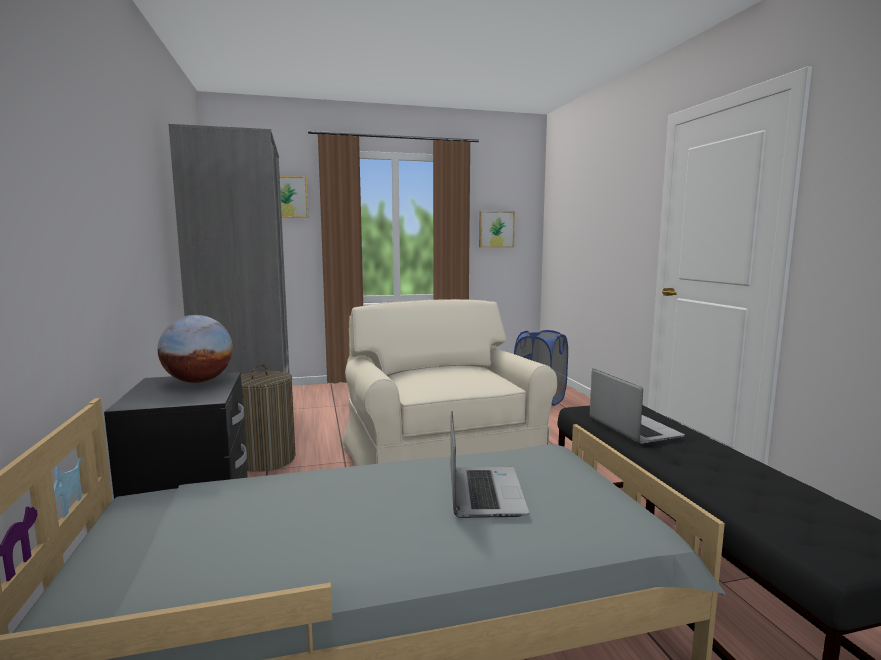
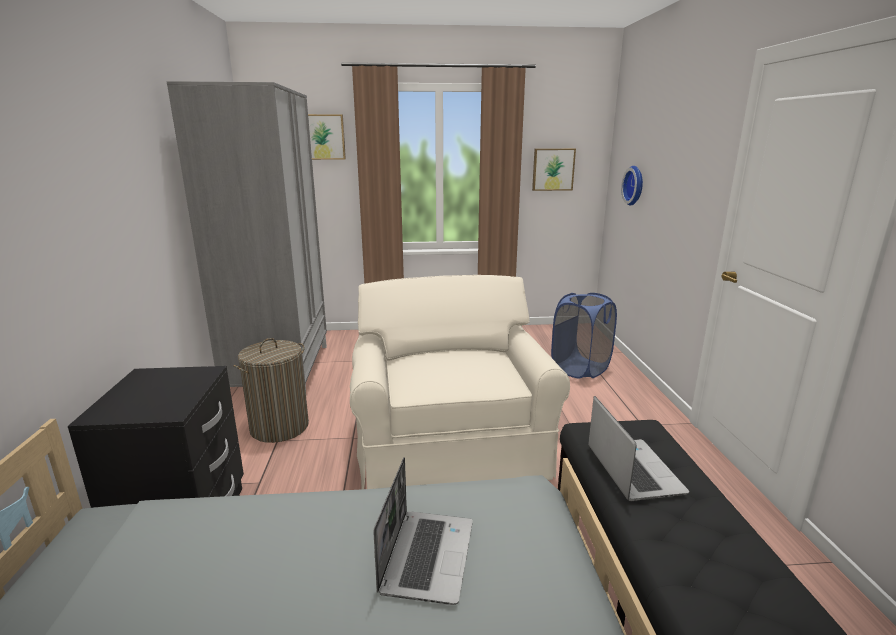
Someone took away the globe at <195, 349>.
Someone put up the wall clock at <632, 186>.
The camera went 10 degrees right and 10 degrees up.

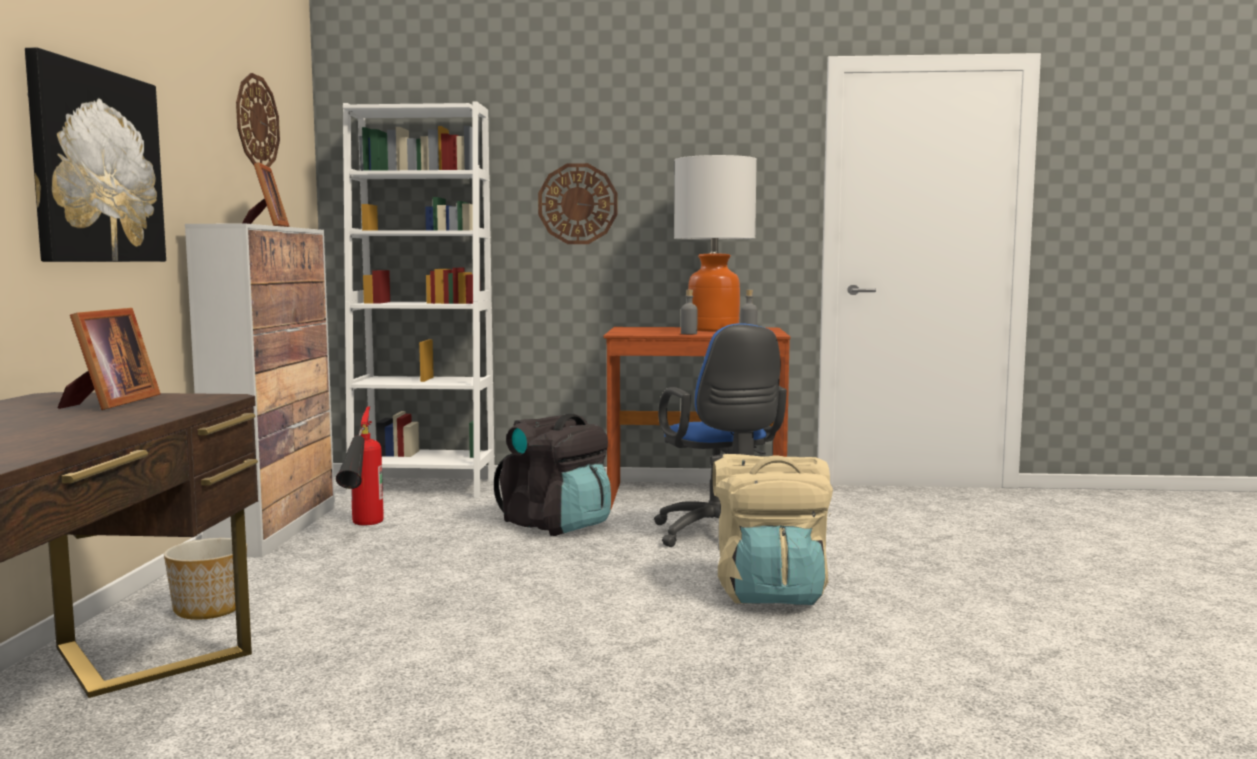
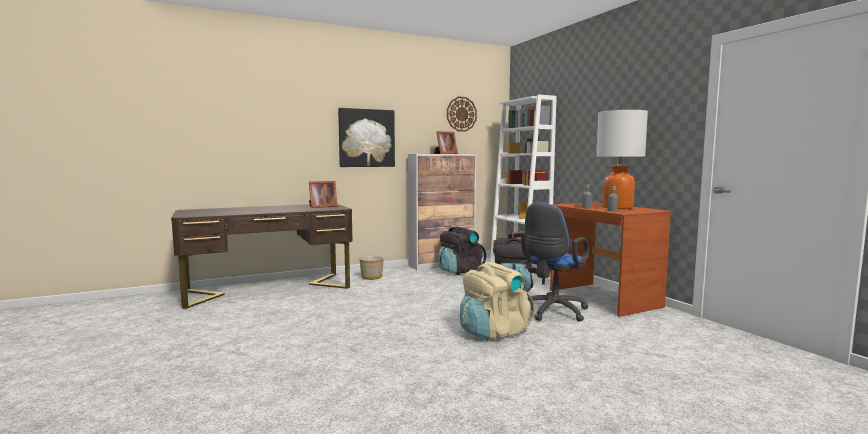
Someone took away the wall clock at <577, 203>.
Someone swapped the fire extinguisher at <360, 465> for the backpack (black) at <462, 250>.
The camera went 60 degrees right and 0 degrees up.

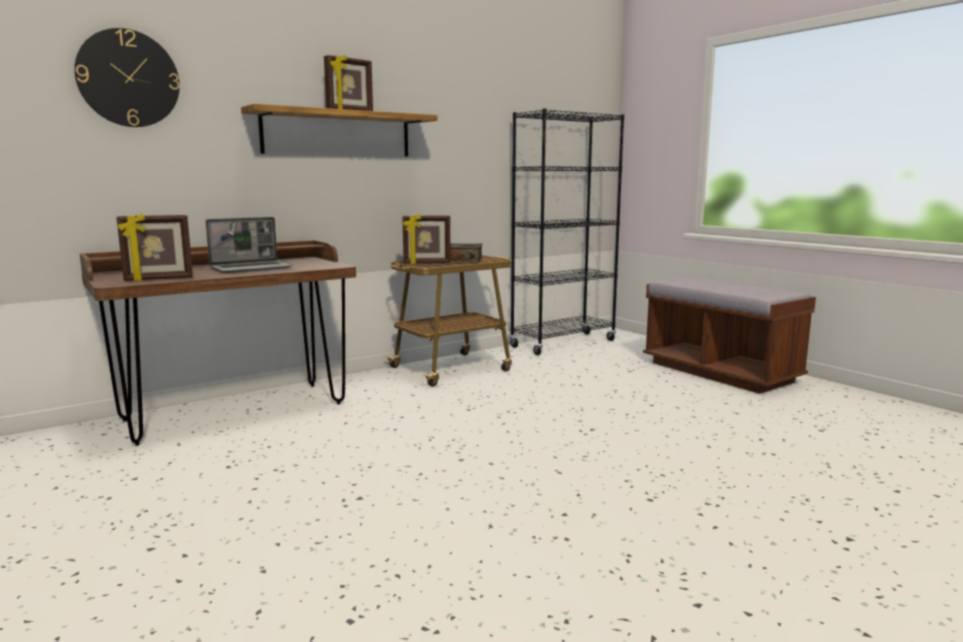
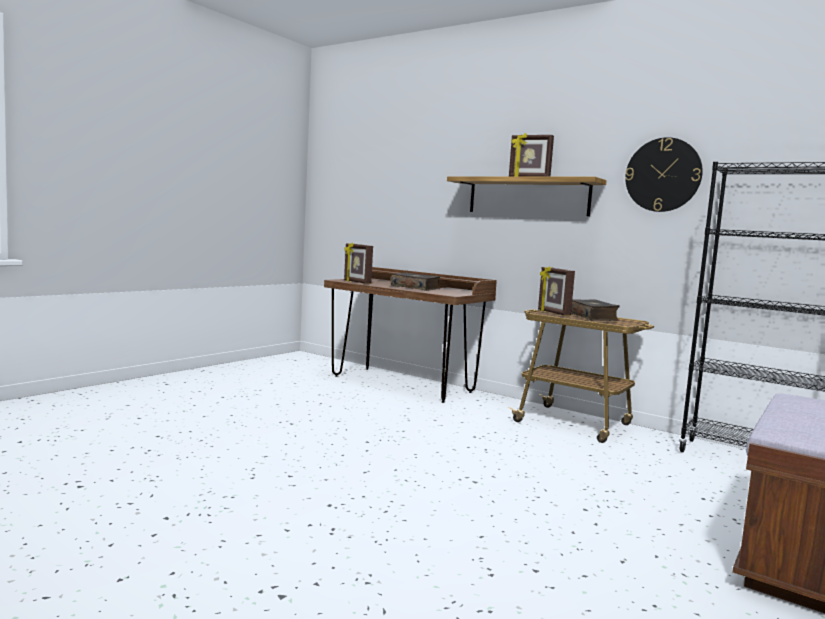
Someone carried the wall clock from <127, 77> to <664, 174>.
Someone swapped the laptop at <249, 245> for the book at <415, 282>.
The camera went 70 degrees right and 5 degrees down.

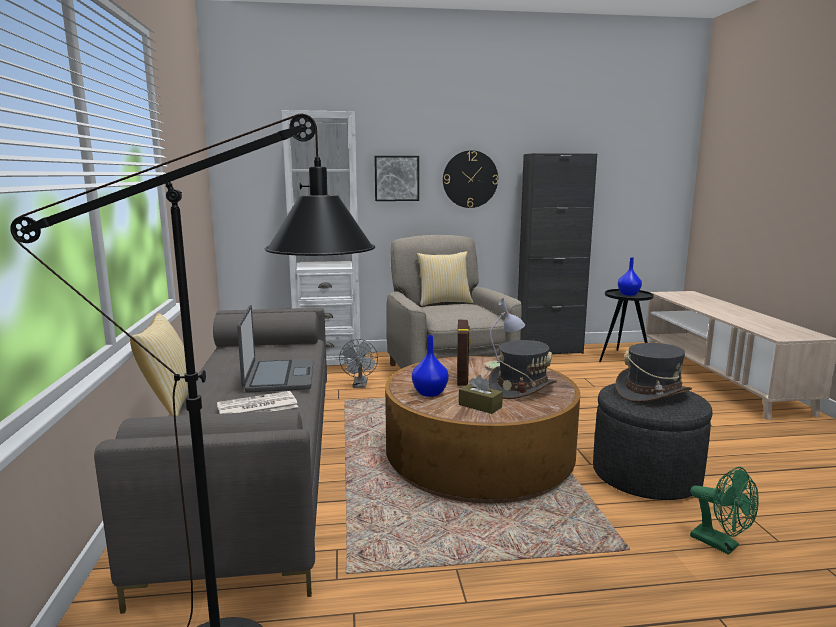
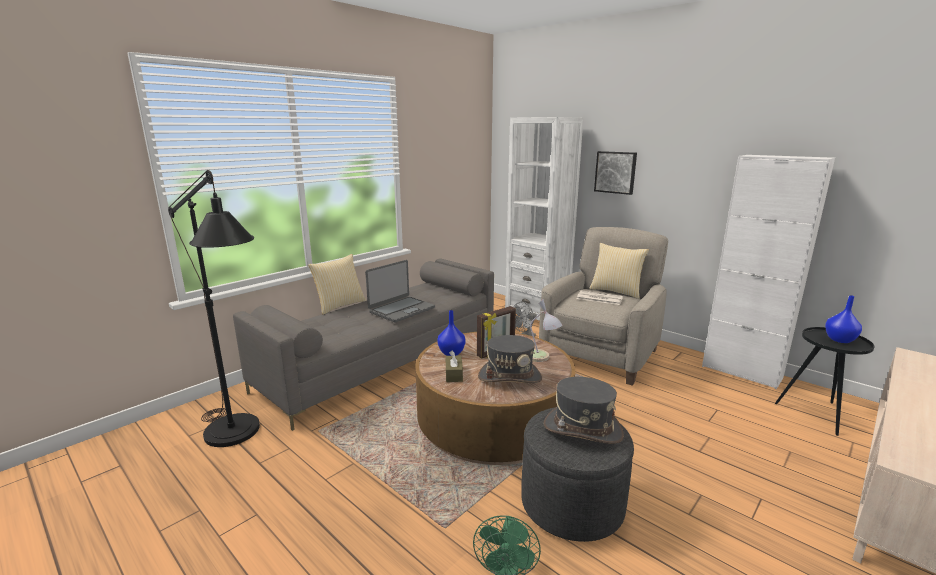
Someone took away the wall clock at <470, 179>.
Someone repainted the cabinet (black) at <557, 253>, which became the cabinet (white) at <768, 272>.
Someone carried the newspaper from <257, 402> to <600, 297>.
The camera went 50 degrees right and 5 degrees up.

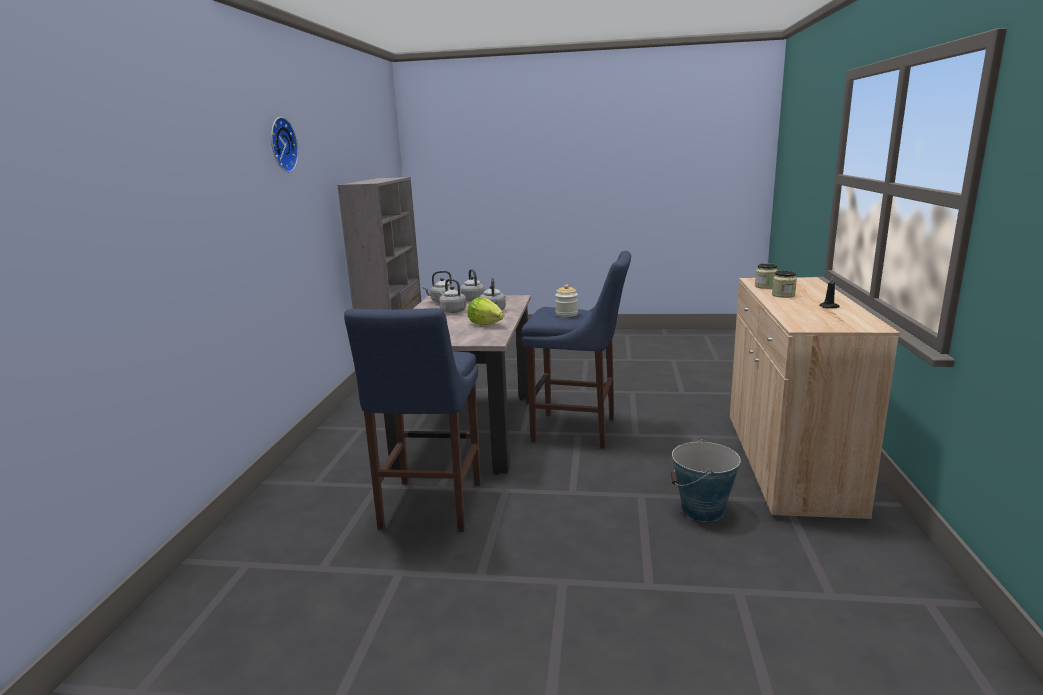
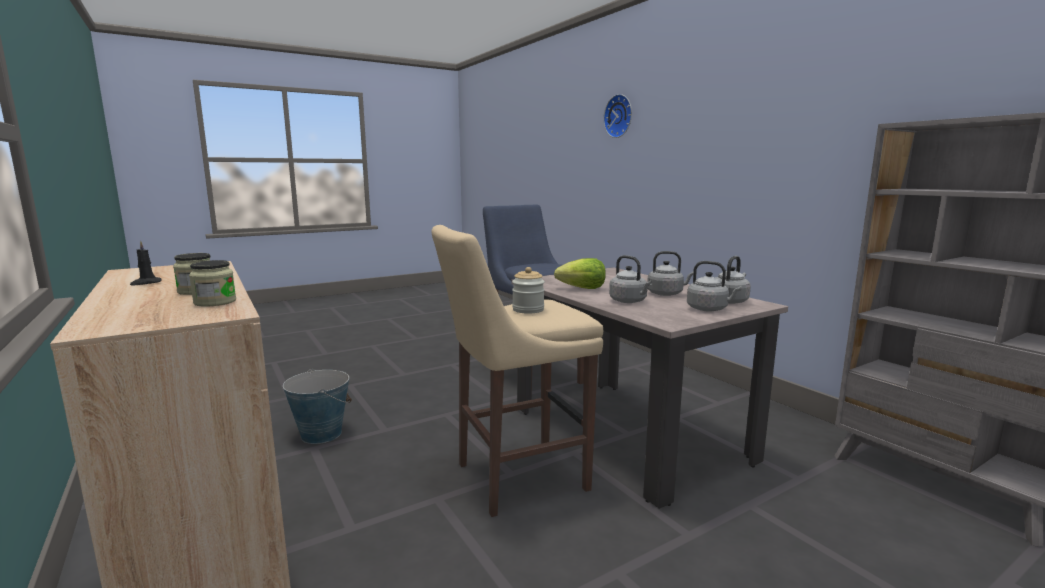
Someone carried the wall clock from <284, 144> to <617, 116>.
Someone repainted the stool (blue) at <576, 349>, which became the stool (beige) at <517, 371>.
The camera went 140 degrees right and 5 degrees down.

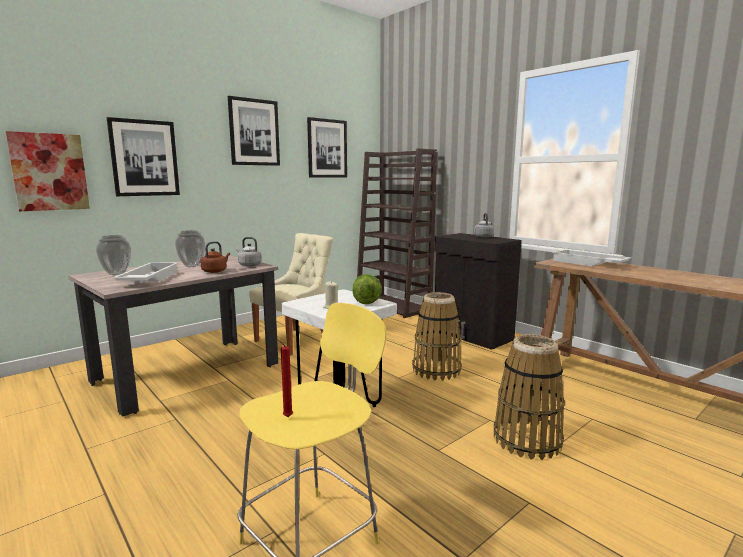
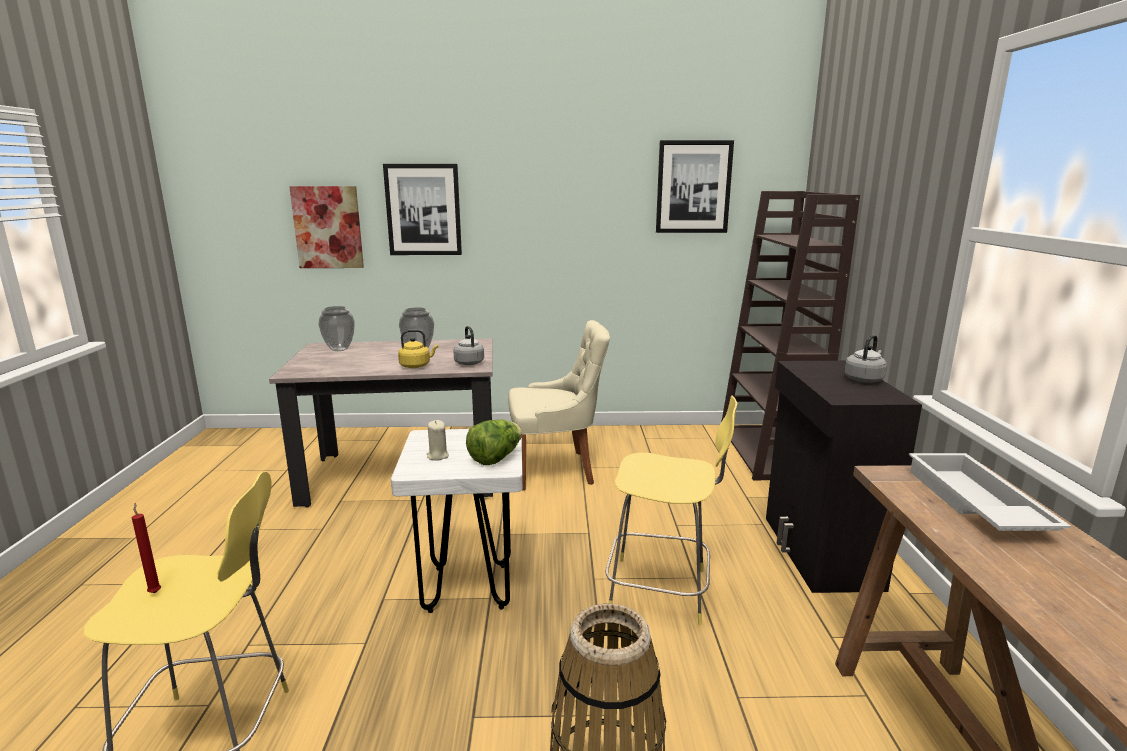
Someone took away the picture at <254, 131>.
Someone repainted the kettle (brown) at <215, 257>, which became the kettle (yellow) at <418, 348>.
Someone took away the tray (white) at <145, 272>.
Someone swapped the basket at <437, 336> for the stool (yellow) at <671, 510>.
The camera went 40 degrees right and 5 degrees up.

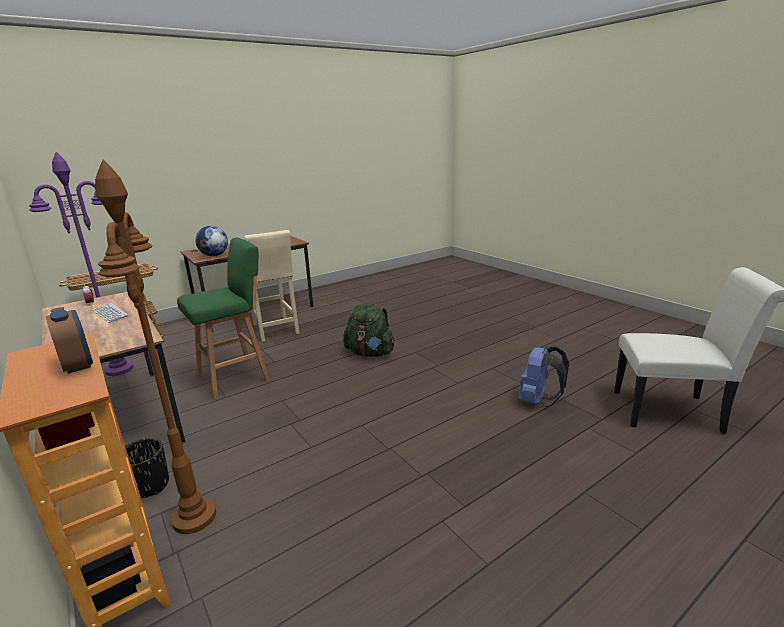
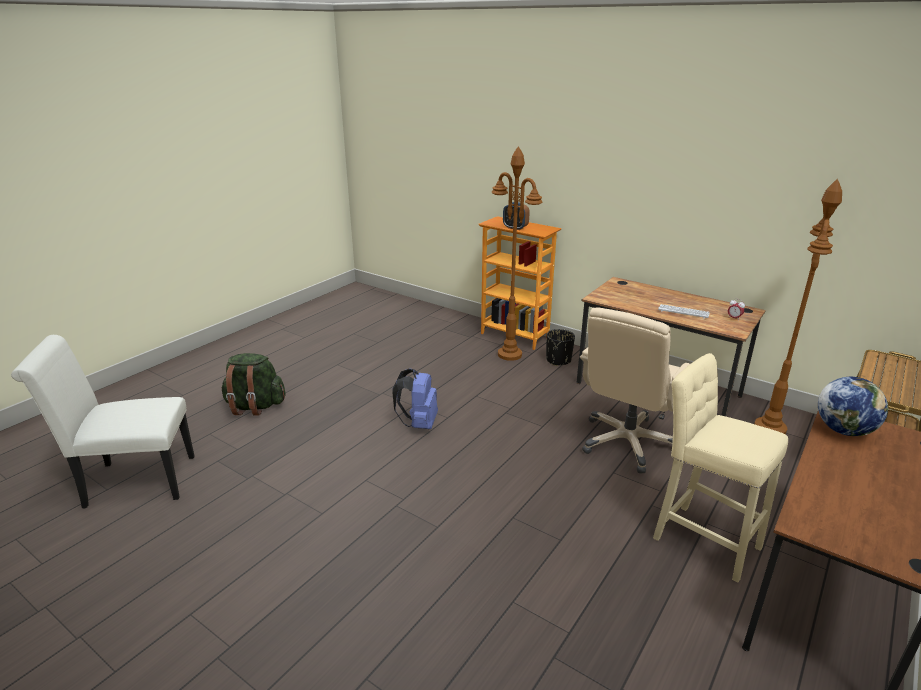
Someone repainted the floor lamp (purple) at <81, 264>, which became the floor lamp (brown) at <798, 306>.
Someone swapped the stool (green) at <223, 318> for the office chair (beige) at <635, 390>.
Someone carried the backpack (green) from <369, 330> to <253, 384>.
Someone carried the backpack (blue) from <543, 376> to <415, 398>.
The camera went 160 degrees right and 5 degrees up.

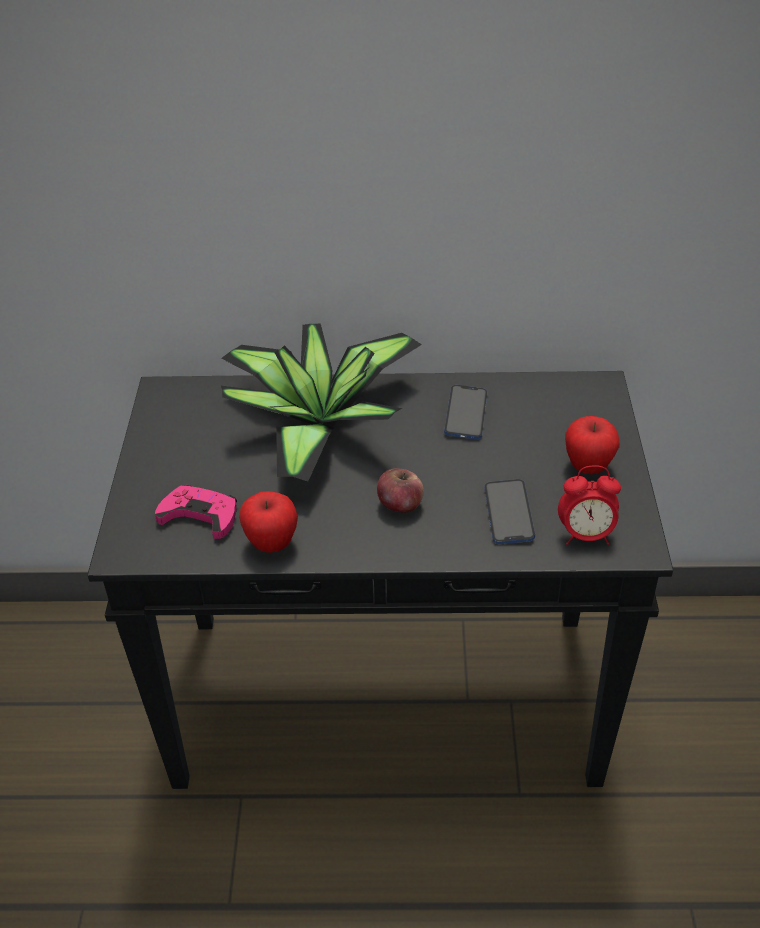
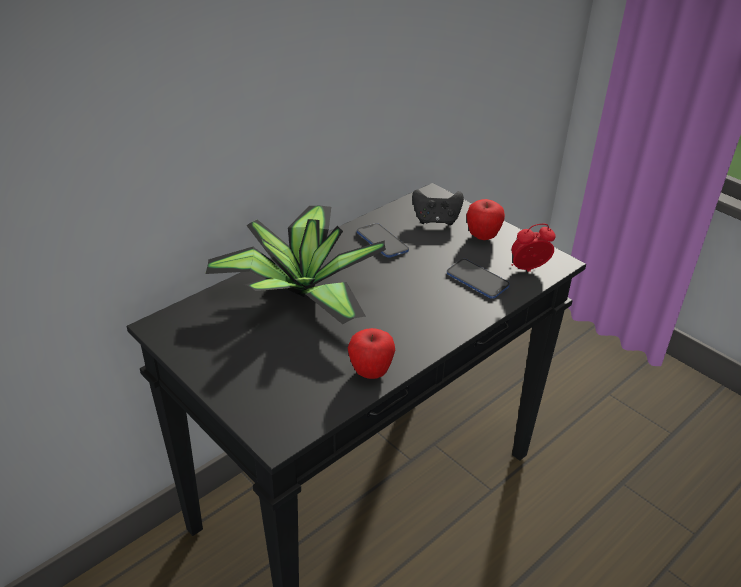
Someone rotated the alarm clock at <589, 505> by 150 degrees counterclockwise.
Someone took away the apple at <400, 490>.
Someone took away the game controller (pink) at <196, 512>.
Someone put down the game controller (black) at <438, 207>.
The camera went 45 degrees left and 5 degrees down.

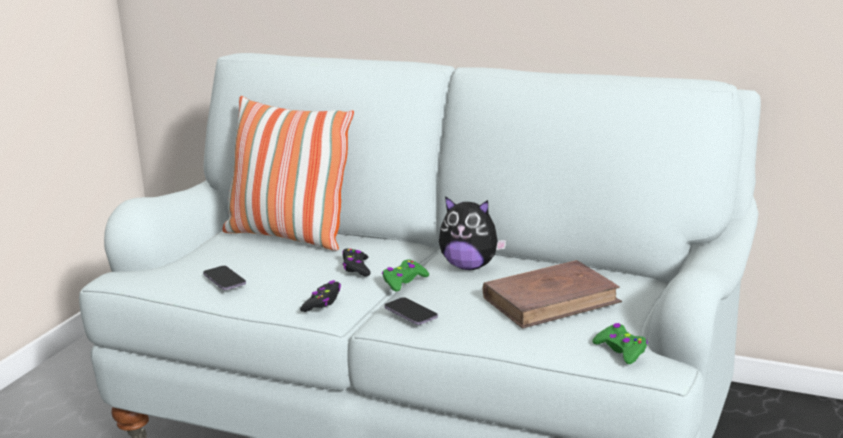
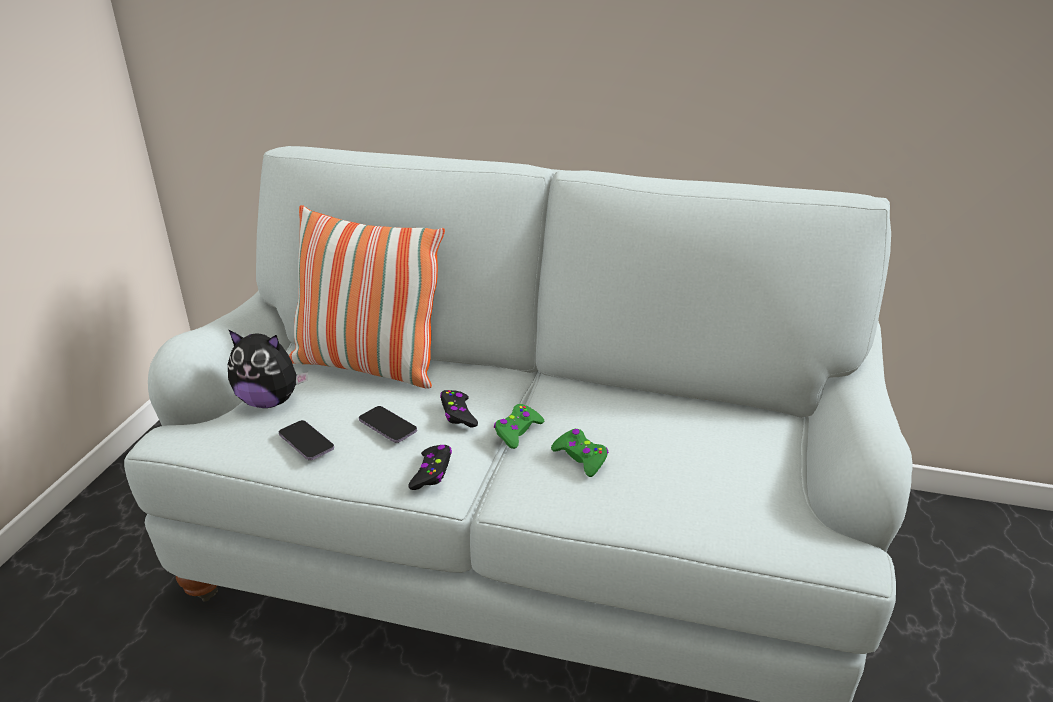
Someone carried the plush toy from <473, 233> to <268, 368>.
Someone took away the book (brown) at <552, 294>.
Someone carried the phone from <411, 311> to <388, 424>.
Someone carried the game controller (green) from <620, 343> to <580, 453>.
The camera went 10 degrees left and 10 degrees up.

